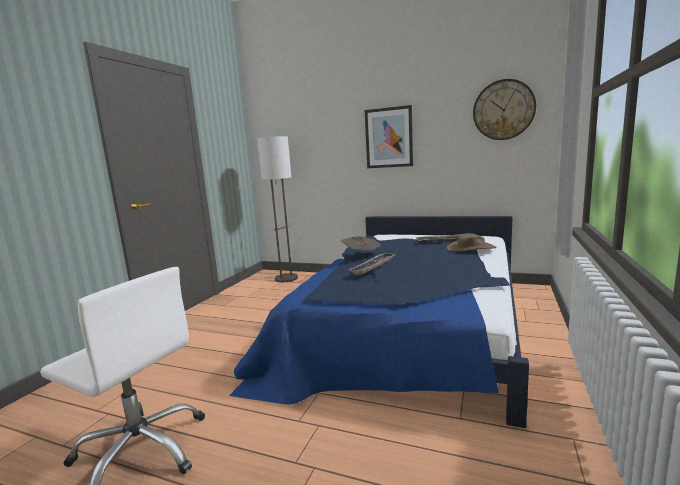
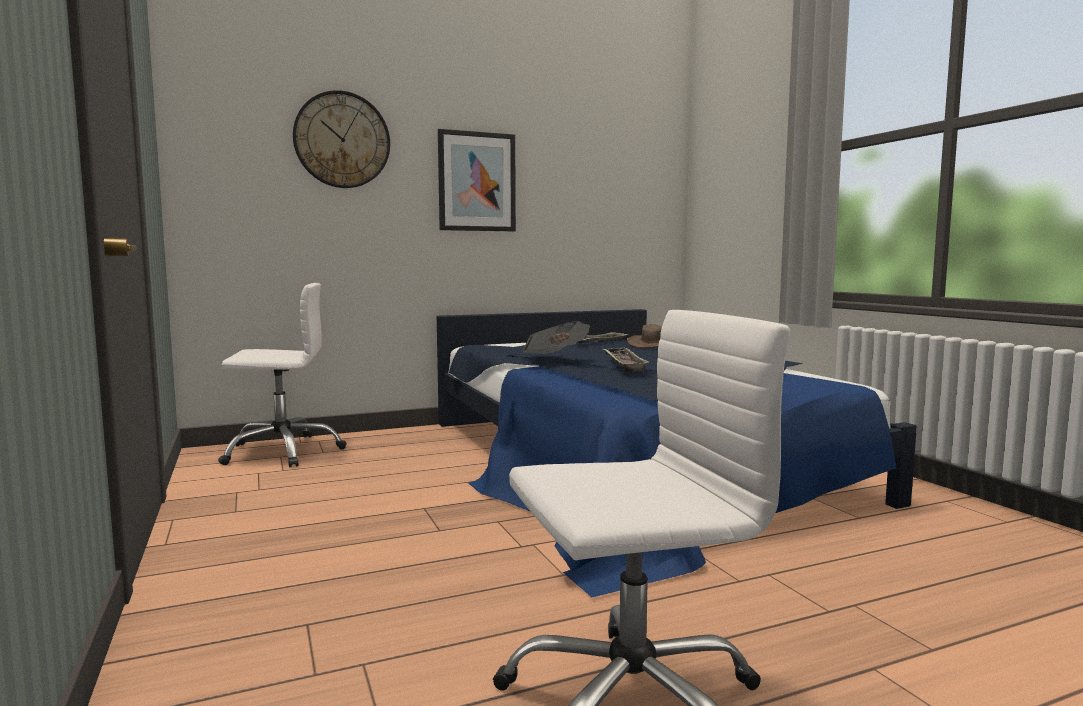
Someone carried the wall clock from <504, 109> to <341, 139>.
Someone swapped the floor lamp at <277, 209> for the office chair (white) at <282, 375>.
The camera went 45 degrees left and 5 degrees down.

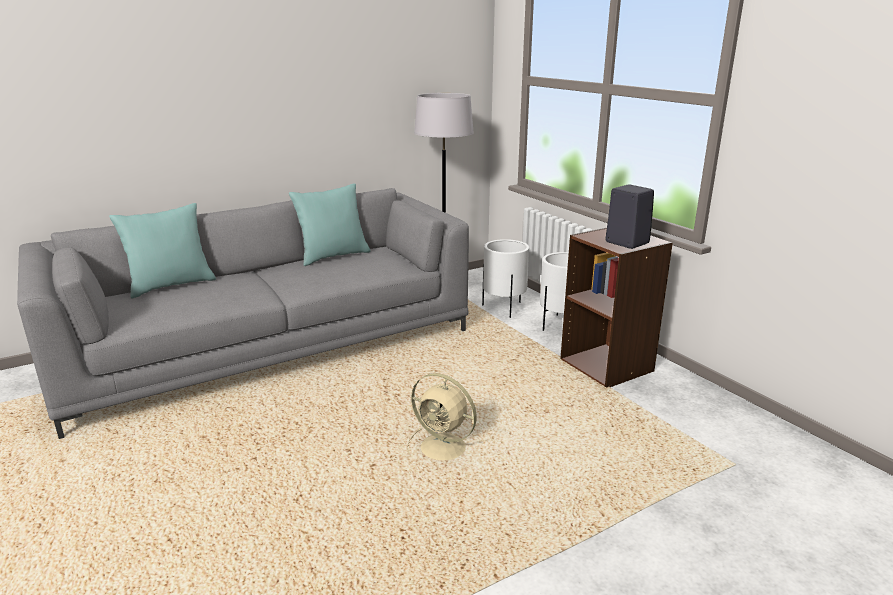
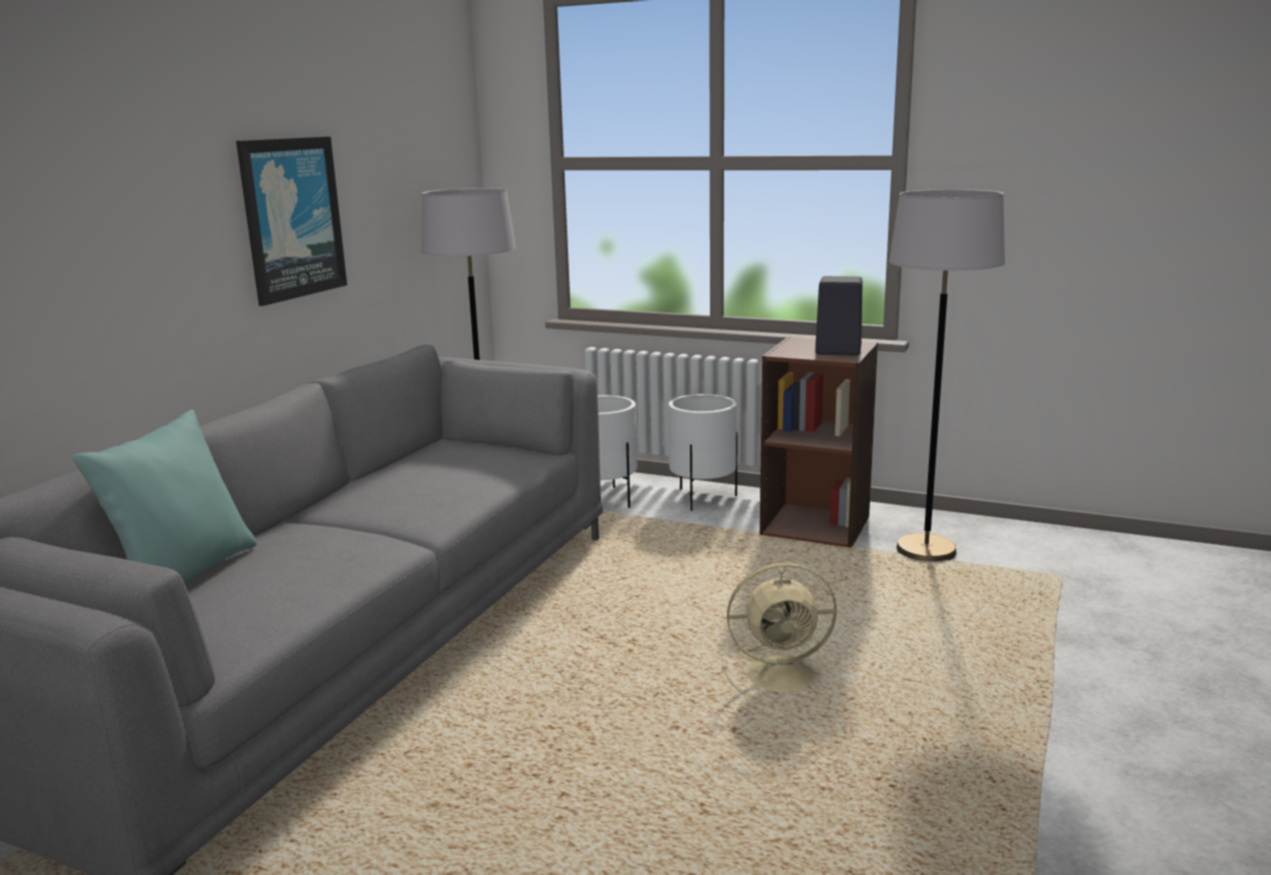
Someone took away the pillow (turquoise) at <329, 224>.
Someone put up the picture at <291, 221>.
Someone put down the floor lamp (grey) at <947, 375>.
The camera went 35 degrees left and 5 degrees down.

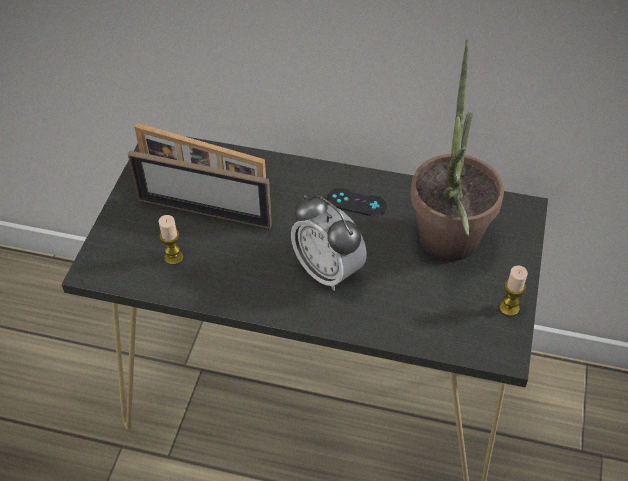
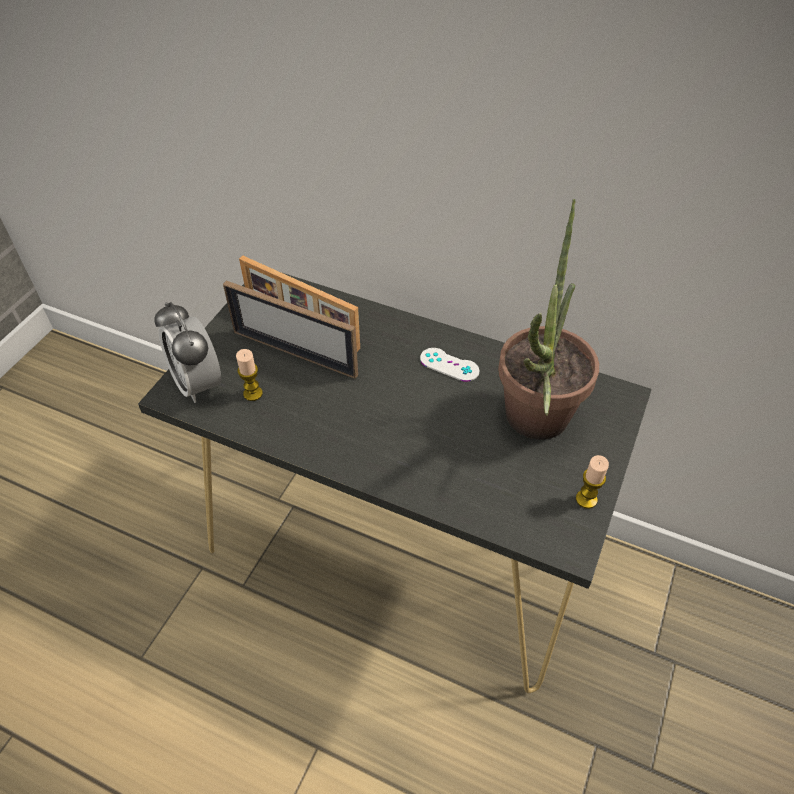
Someone repainted the game controller (black) at <357, 202>, which became the game controller (white) at <449, 365>.
Someone carried the alarm clock from <328, 243> to <187, 352>.
The camera went 10 degrees right and 0 degrees up.

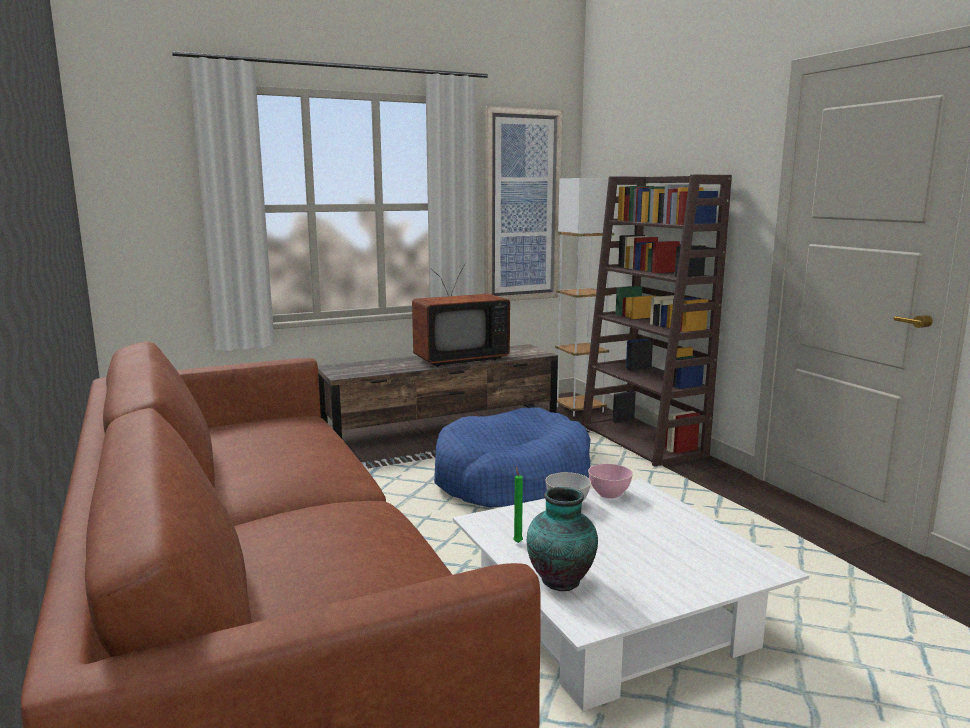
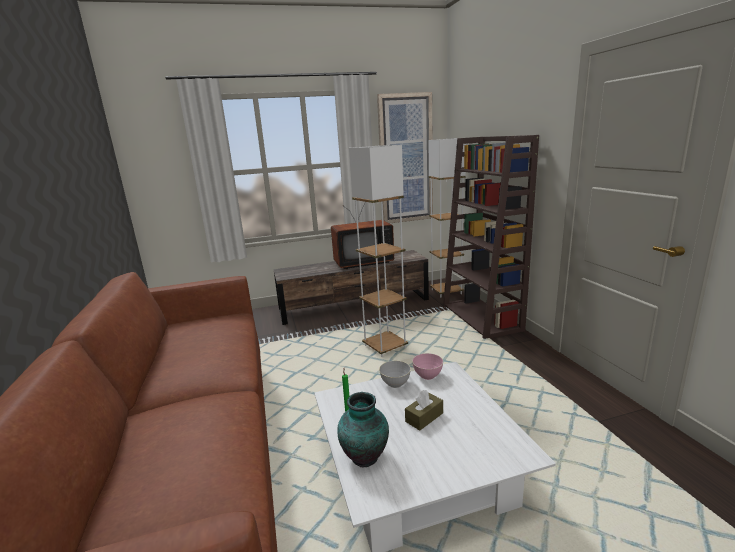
Someone swapped the dog bed (blue) at <512, 458> for the floor lamp (white) at <378, 251>.
Someone put down the tissue box (brown) at <424, 410>.
The camera went 10 degrees right and 5 degrees up.

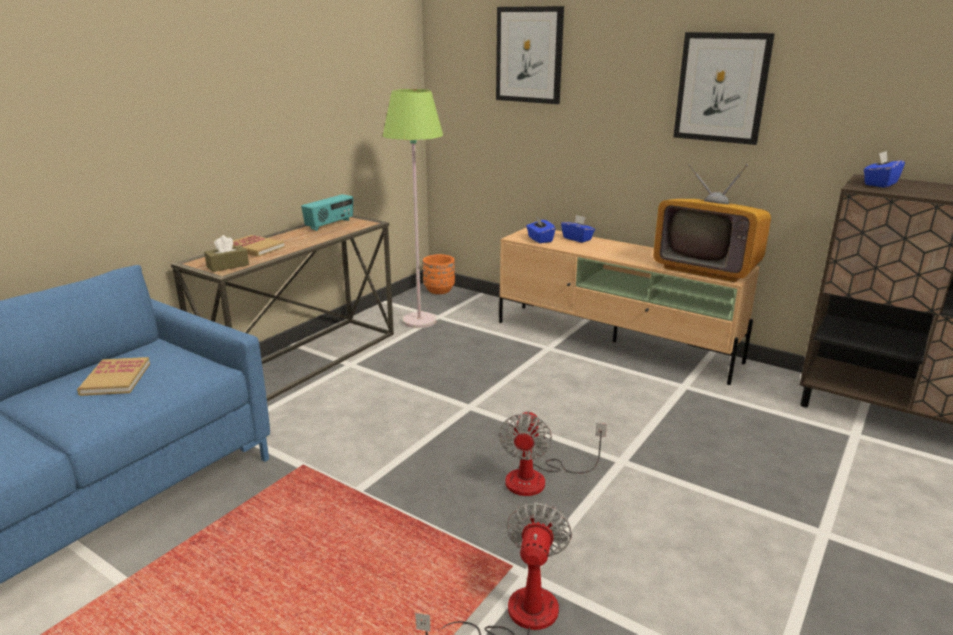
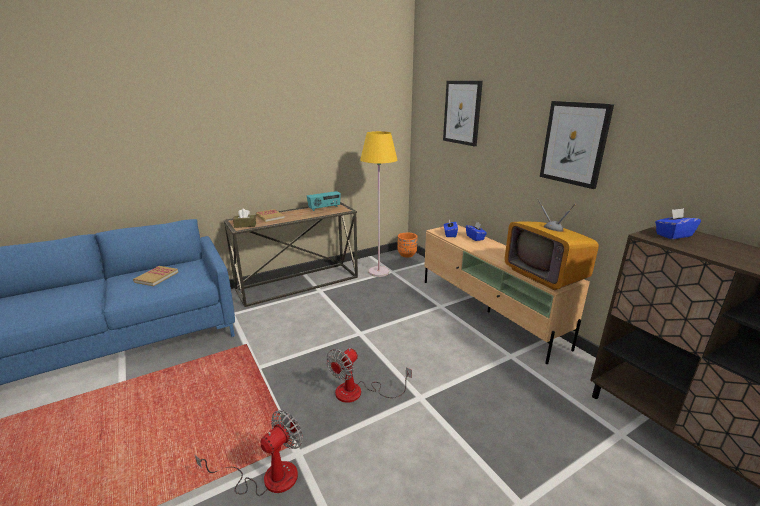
Someone repainted the floor lamp (green) at <413, 208>, which became the floor lamp (yellow) at <378, 204>.
The camera went 25 degrees right and 0 degrees up.

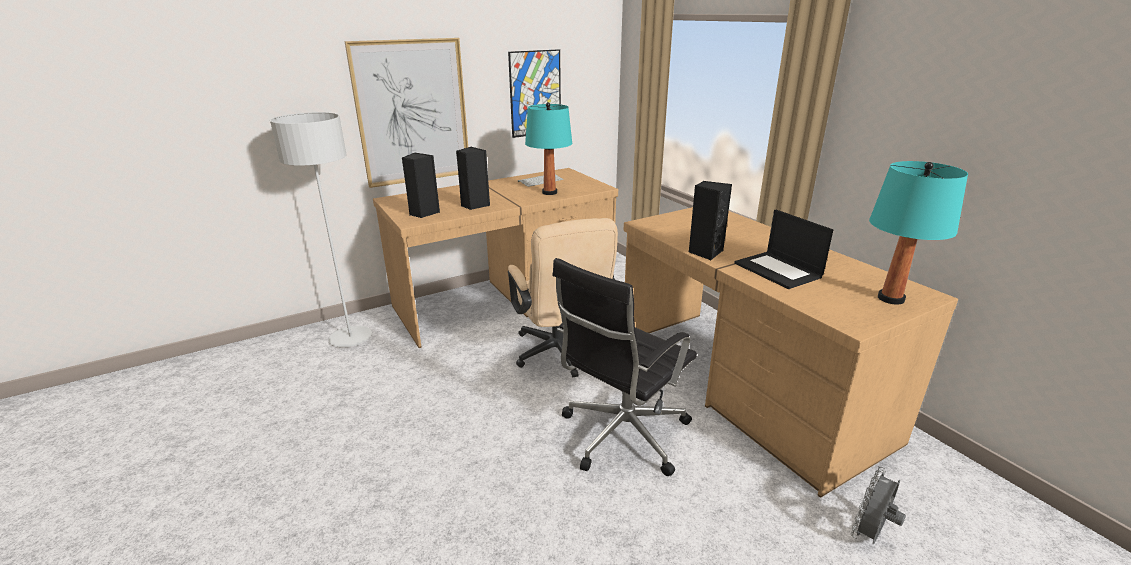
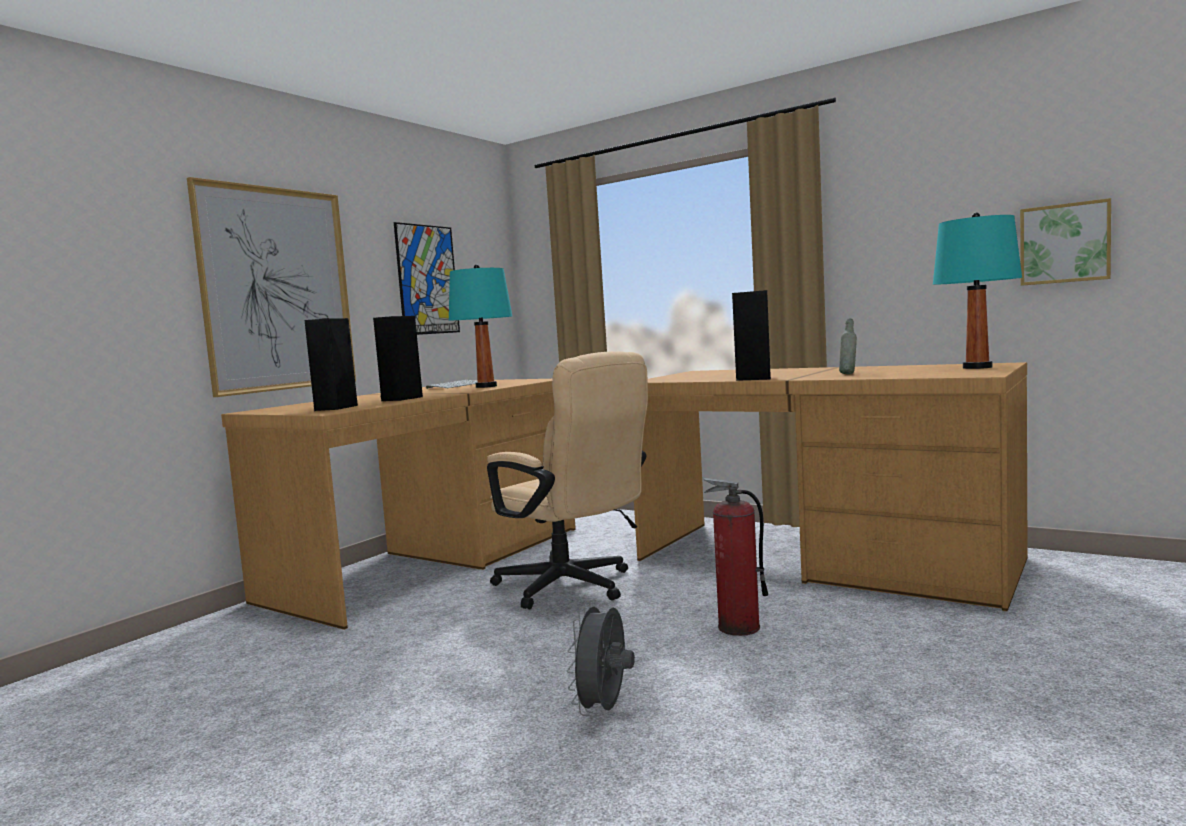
Someone took away the floor lamp (grey) at <321, 229>.
Someone swapped the laptop at <783, 249> for the bottle (grey) at <848, 346>.
Someone swapped the office chair (black) at <624, 367> for the fire extinguisher at <735, 557>.
Someone carried the fan (grey) from <878, 505> to <601, 658>.
Someone put up the picture at <1065, 242>.
The camera went 25 degrees left and 20 degrees down.

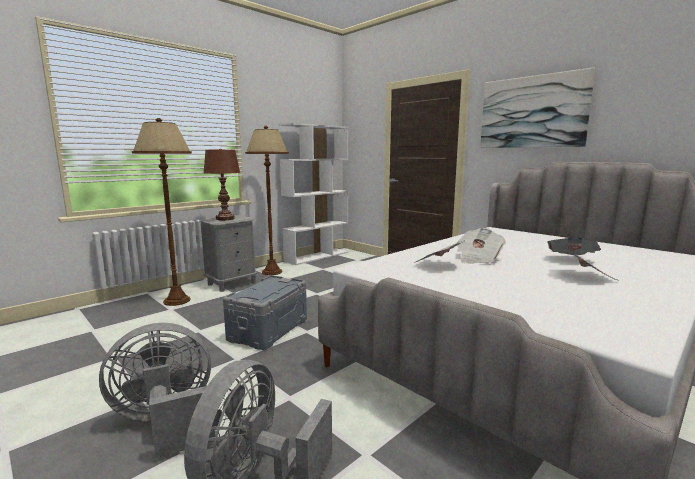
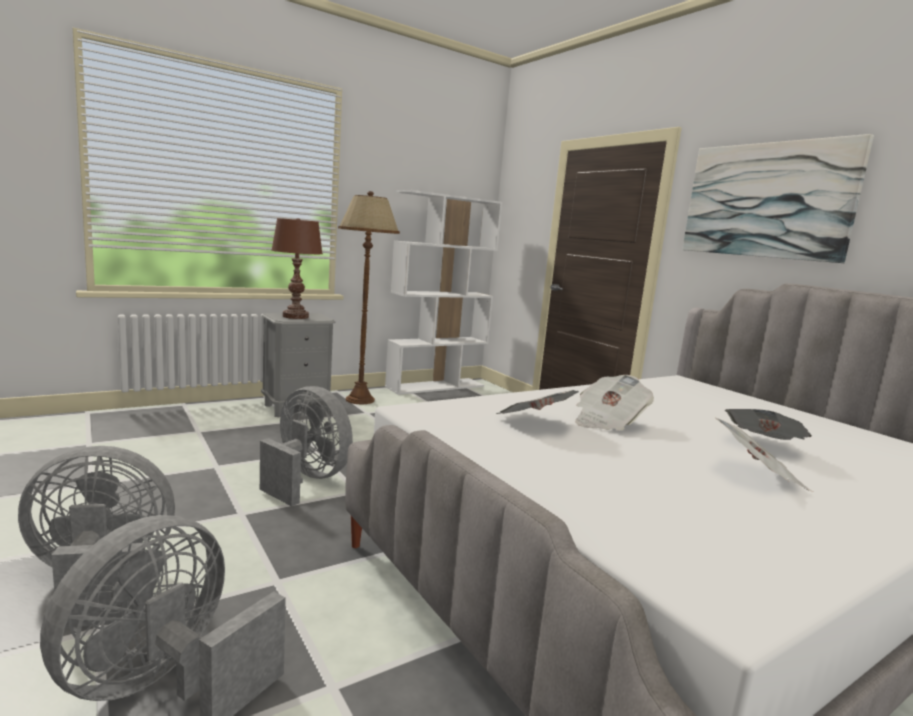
Someone took away the floor lamp (brown) at <162, 212>.
Someone swapped the storage box (grey) at <265, 312> for the fan (grey) at <306, 446>.
The camera went 10 degrees right and 0 degrees up.

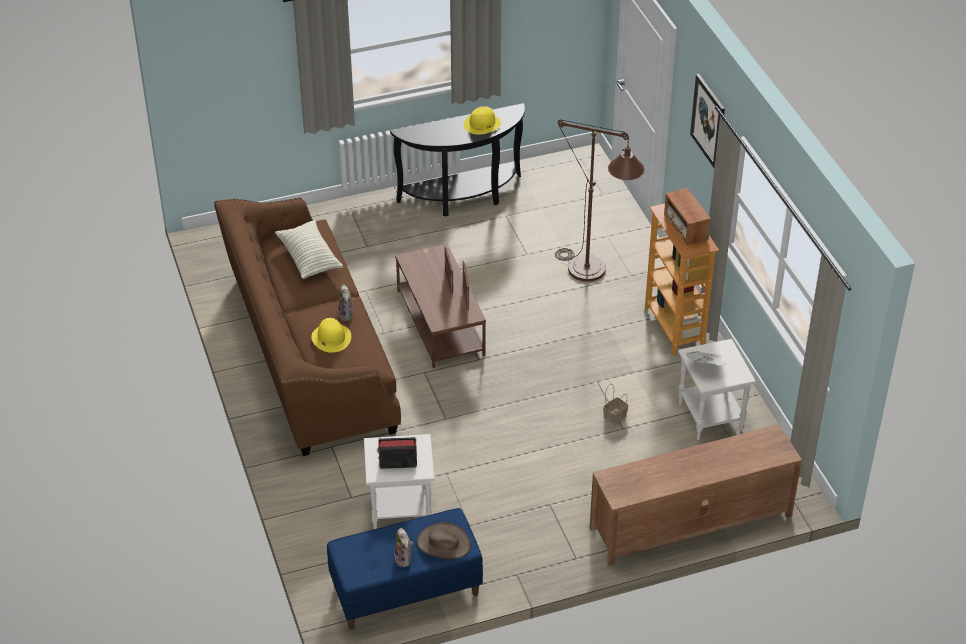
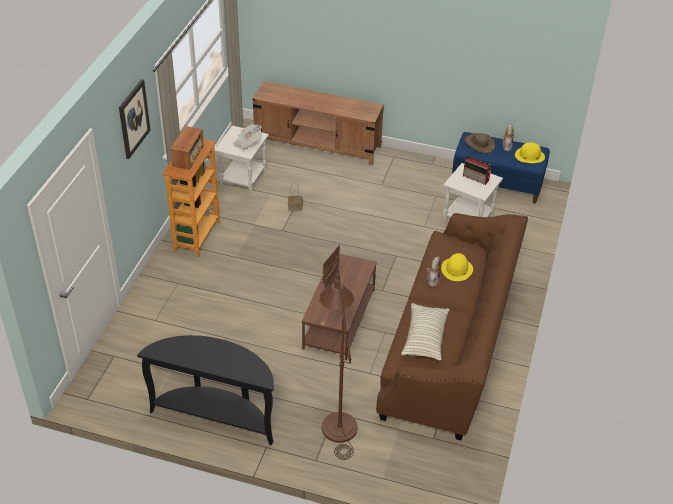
Someone carried the hat (yellow) from <482, 120> to <530, 152>.
Someone carried the floor lamp (brown) from <600, 201> to <338, 365>.
The camera went 145 degrees left and 0 degrees up.

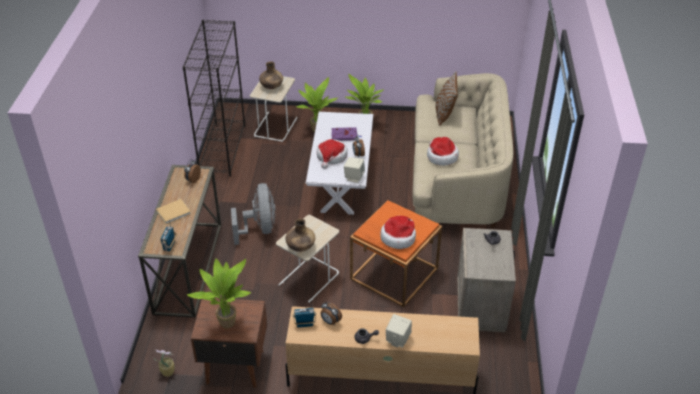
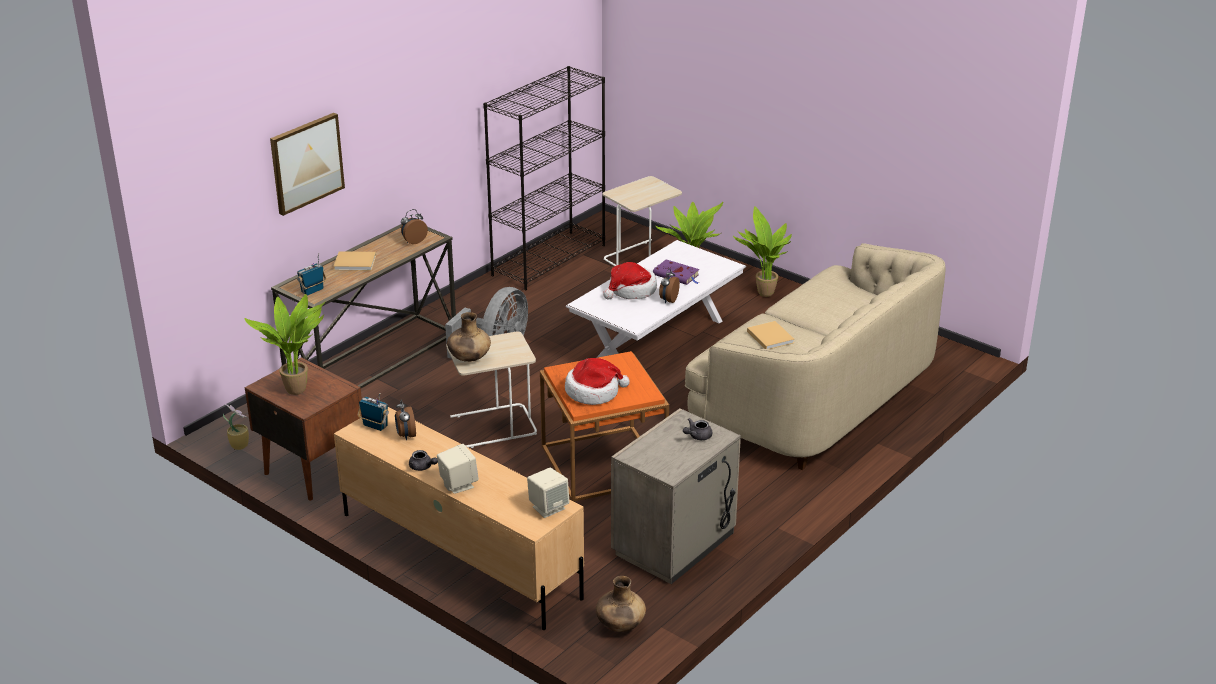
Someone carried the vase (brown) from <271, 75> to <621, 604>.
Someone took away the pillow (brown) at <447, 98>.
Someone swapped the hat at <443, 151> for the book (beige) at <770, 335>.
Someone carried the speaker (beige) from <354, 170> to <548, 493>.
Someone put up the picture at <307, 164>.
The camera went 35 degrees right and 10 degrees down.

